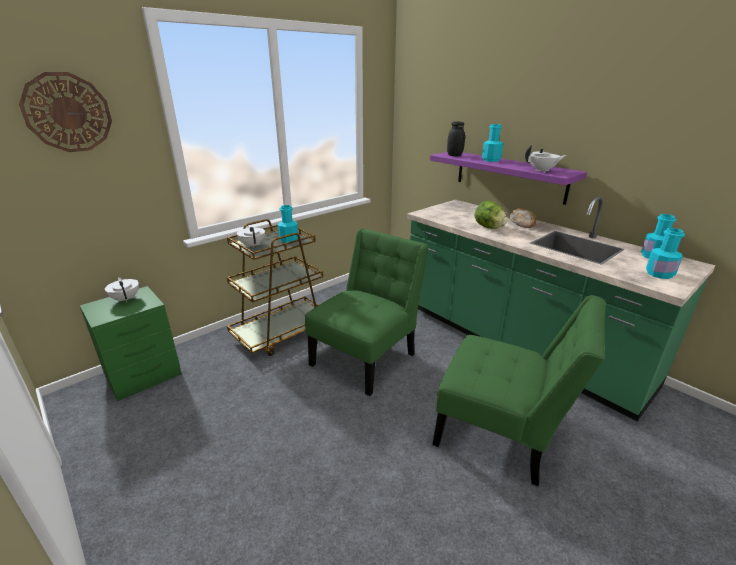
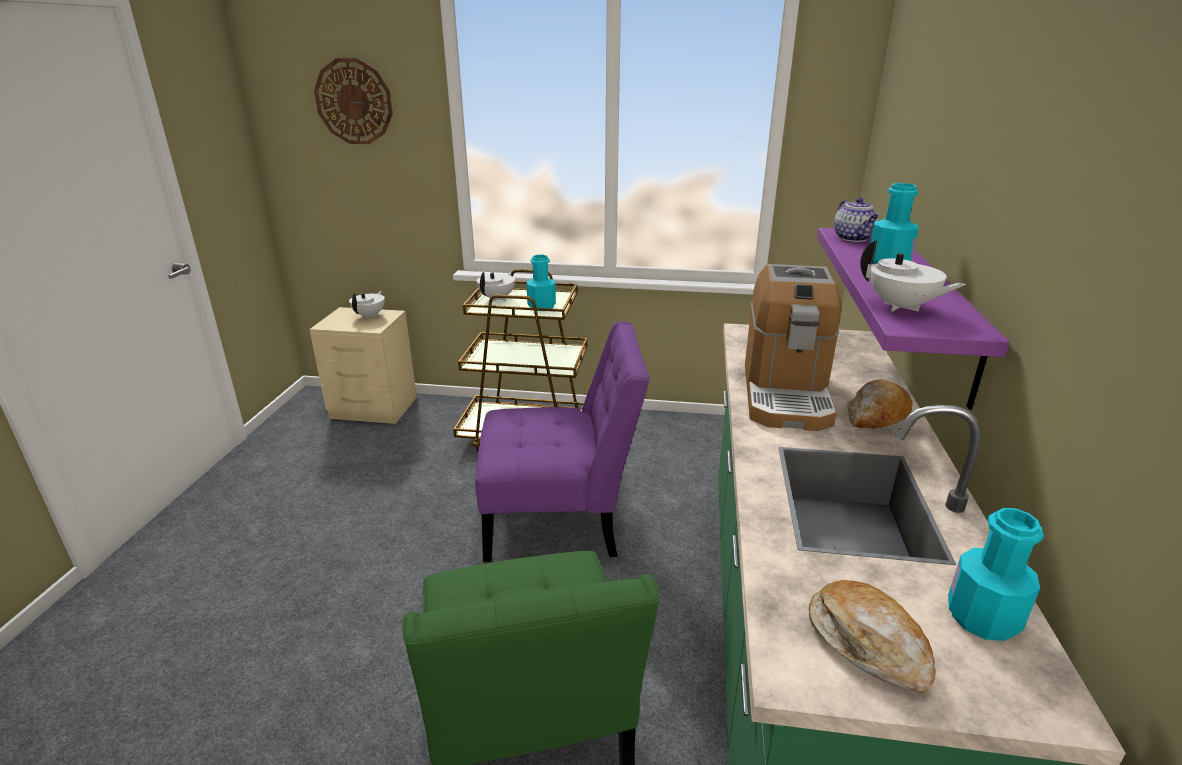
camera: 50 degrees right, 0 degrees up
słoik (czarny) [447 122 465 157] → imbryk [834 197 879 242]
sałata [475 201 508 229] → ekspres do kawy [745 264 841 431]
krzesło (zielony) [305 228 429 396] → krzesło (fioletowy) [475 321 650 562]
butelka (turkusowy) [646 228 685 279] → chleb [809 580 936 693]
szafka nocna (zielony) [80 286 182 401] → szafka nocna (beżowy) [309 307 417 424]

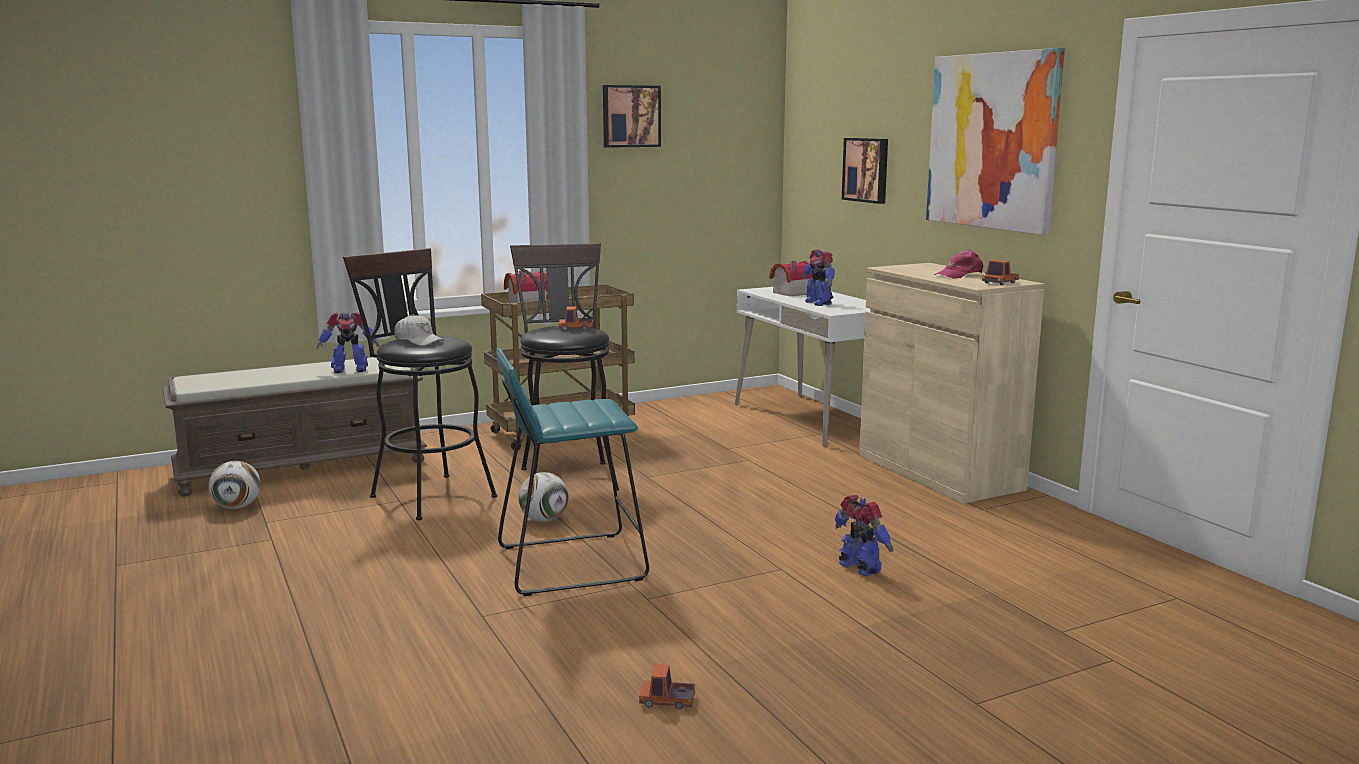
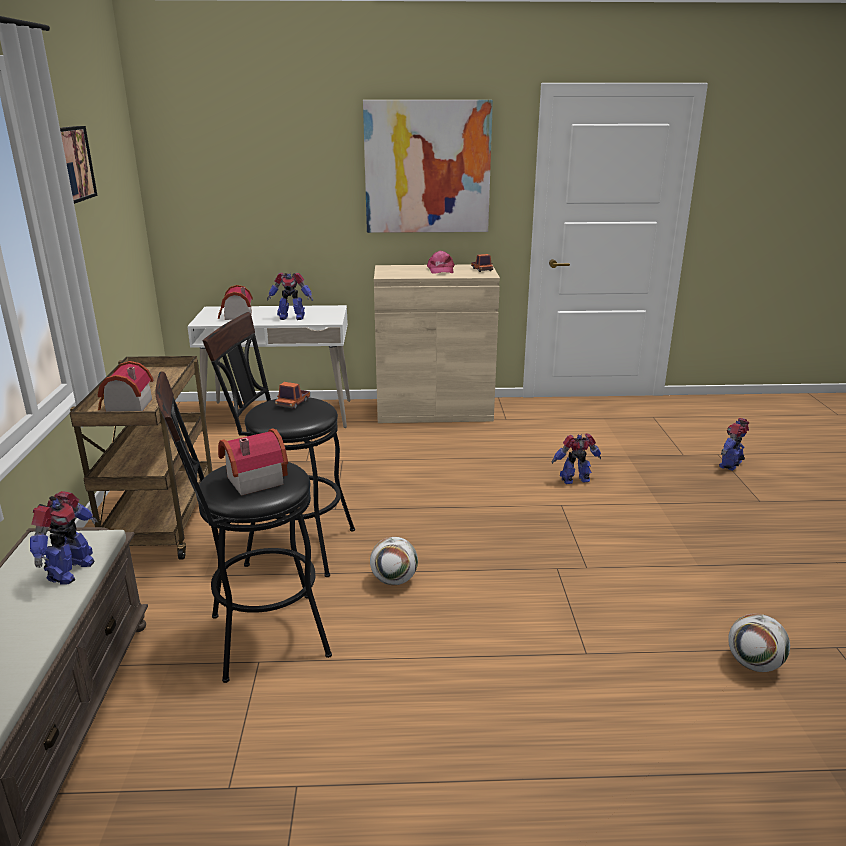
camera: 65 degrees left, 10 degrees up
obraz [842 138 888 204] → -
czapka z daszkiem (biały) [394 314 444 346] → domek [218 428 288 496]
stołek (turkusowy) [496 348 649 596] → -
piłka futbolowa [208 461 261 509] → piłka futbolowa [728 613 790 672], relocated
ciężarówka zabawkowa [639 664 695 709] → -
- → robot zabawkowy [719 418 749 471]

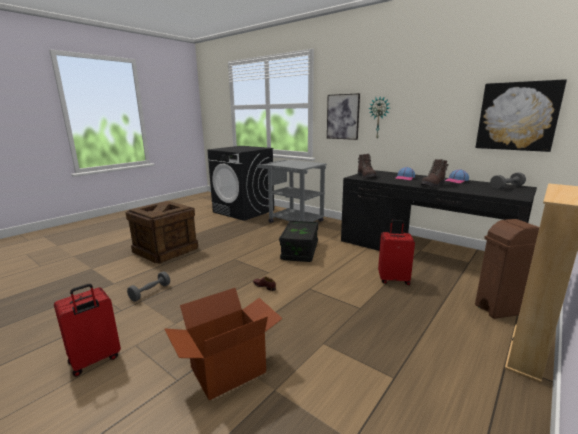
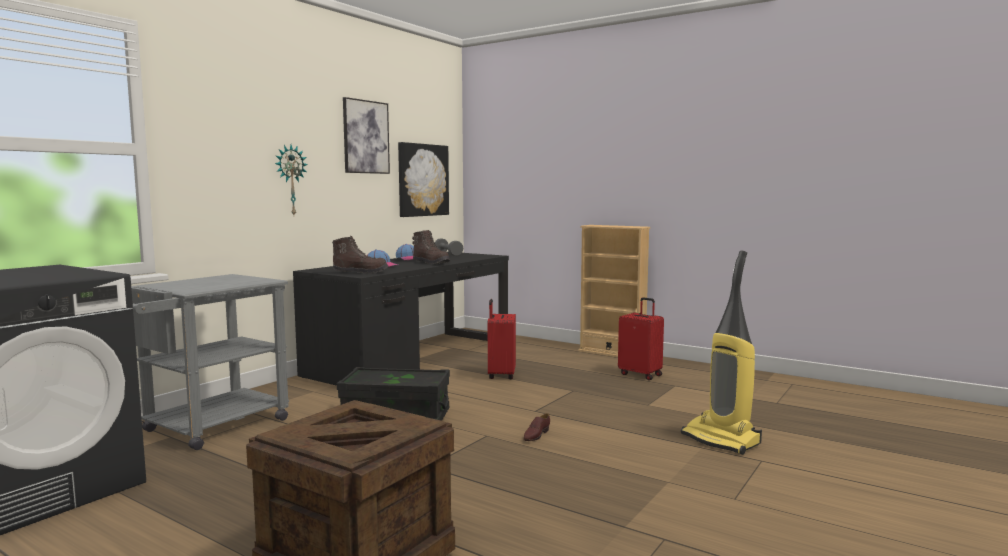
camera: 95 degrees left, 10 degrees down
obraz [327 93 360 140] → obraz [343 97 390 174], relocated
kosz na śmieci (brązowy) [475 219 539 319] → -
hantel (szary) [127 271 170 302] → -
walizka (czerwony) [54 284 121 377] → walizka (czerwony) [618 297 664 380], relocated
karton [164 288 283 400] → odkurzacz [681 251 762 455]

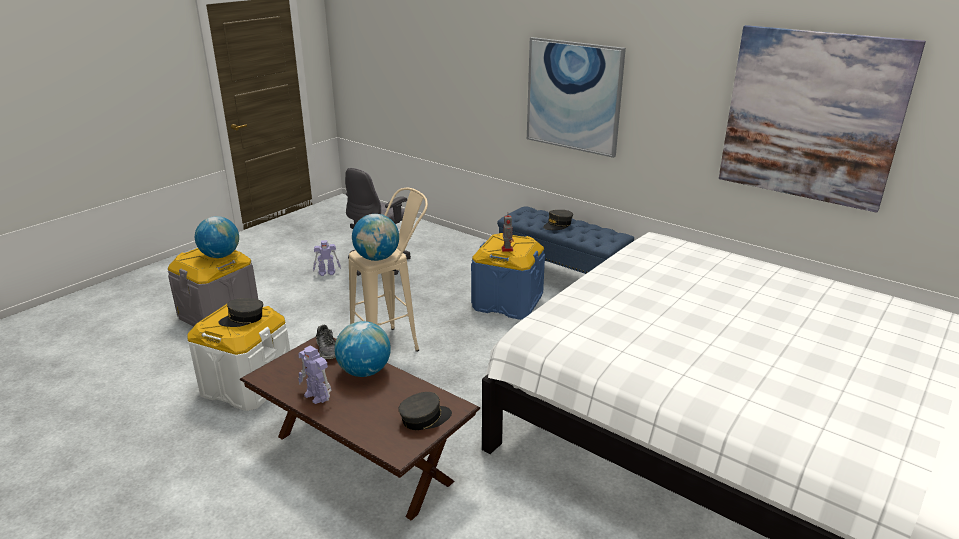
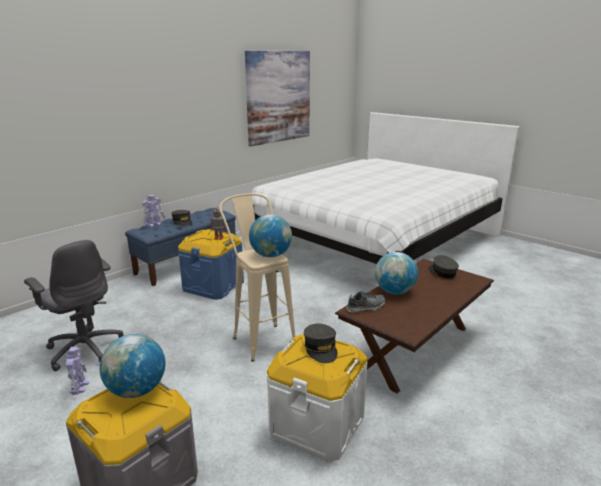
camera: 85 degrees left, 5 degrees down
obraz [527 37 626 158] → -
robot zabawkowy [298 346 332 404] → robot zabawkowy [142 195 165 227], relocated

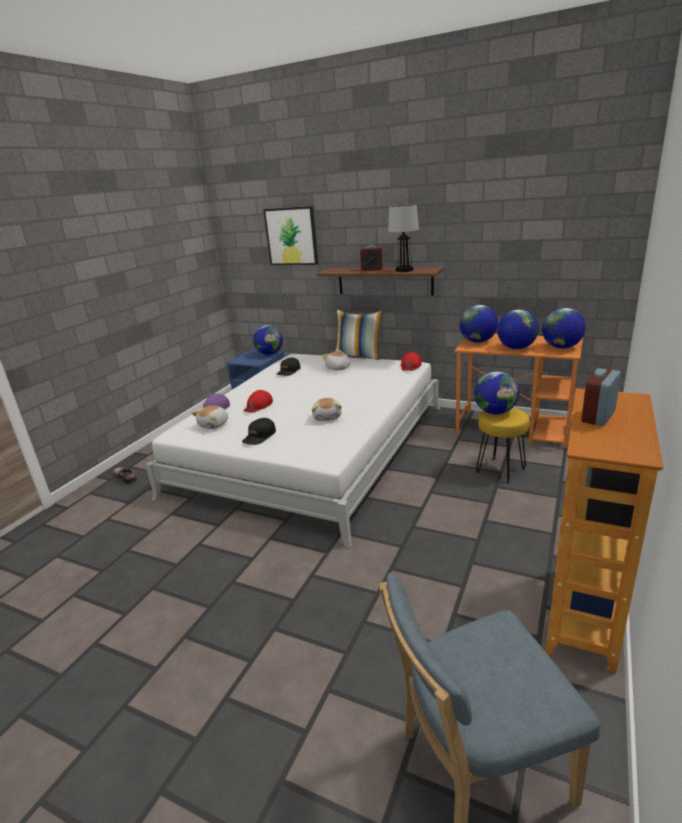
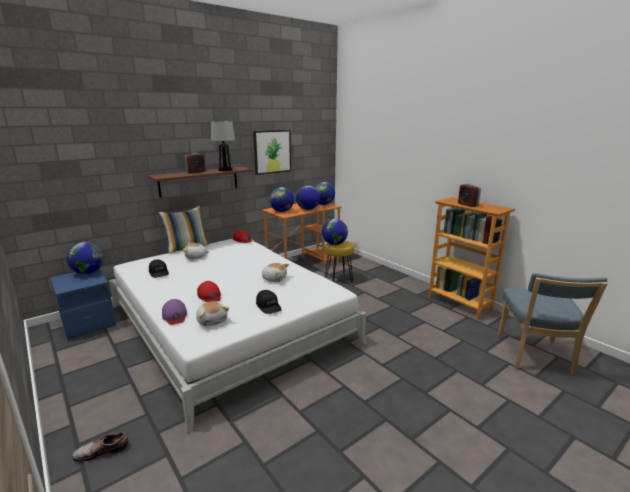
camera: 65 degrees left, 5 degrees down
obraz [263 206 318 265] → obraz [253 130 291 175], relocated

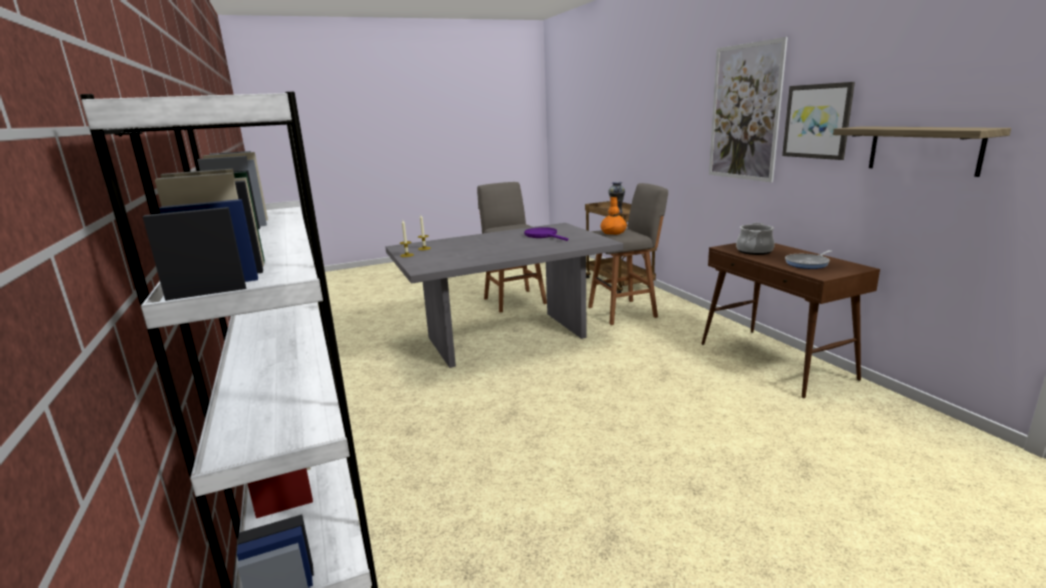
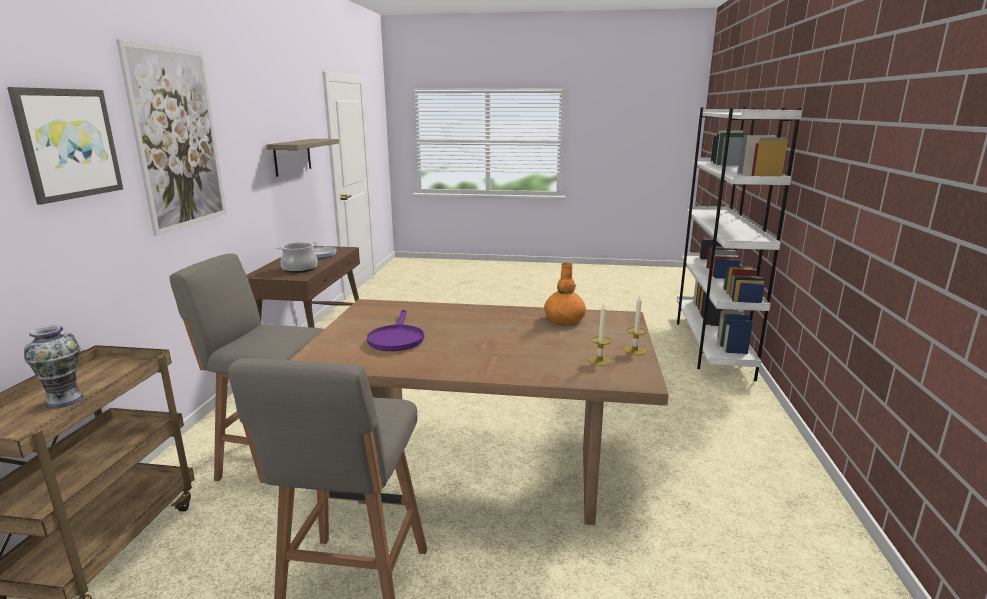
camera: 150 degrees left, 0 degrees up
obraz [782 82 855 160] → obraz [7 87 123 205], relocated
wazon (pomarańczowy) [601 197 627 235] → wazon (pomarańczowy) [544 263 586 323], relocated
stół jadalny (szary) [385 223 623 368] → stół jadalny (brązowy) [290 299 669 525]

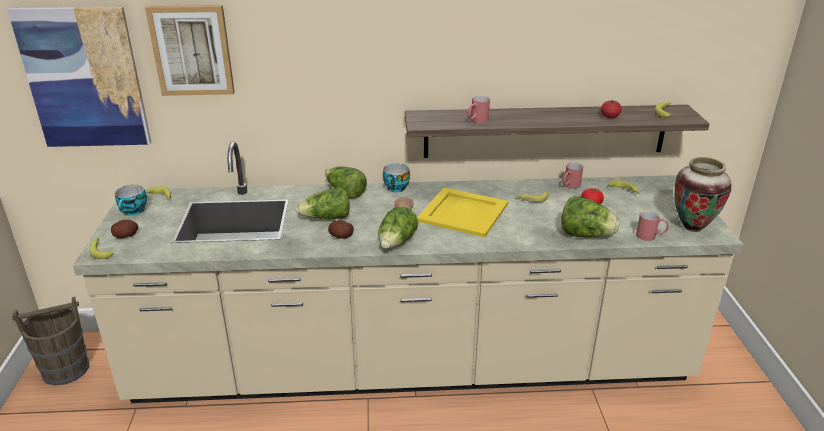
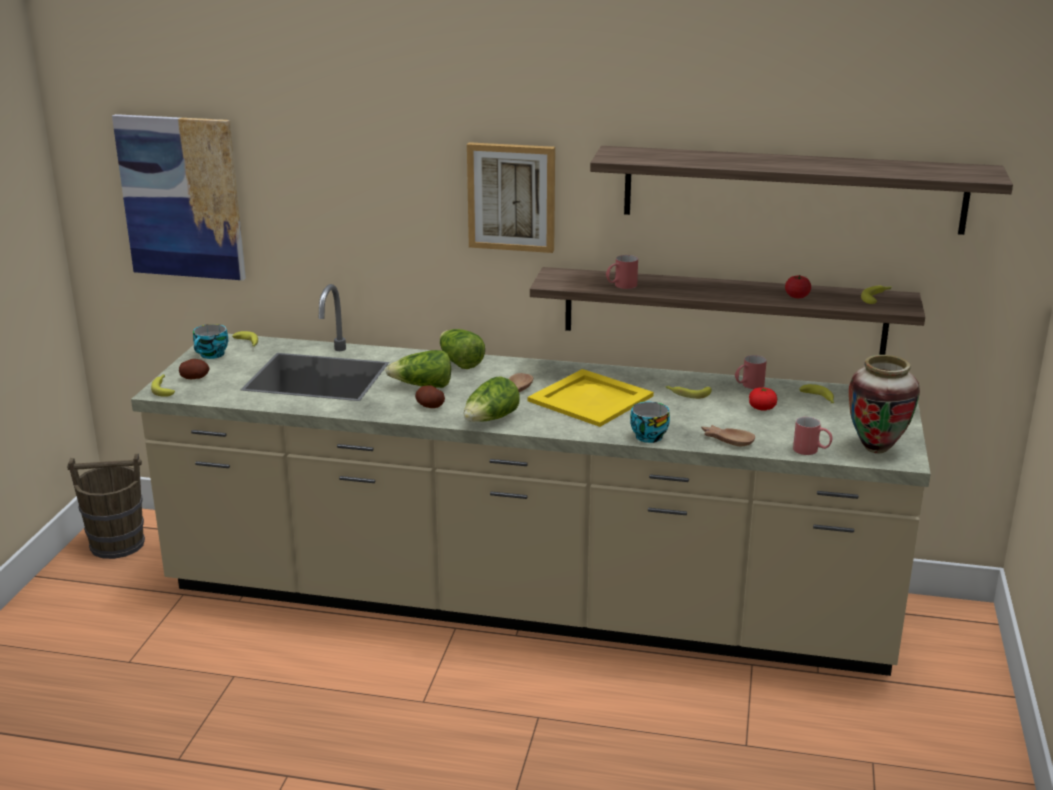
camera: 15 degrees right, 5 degrees down
obraz [145 5 235 96] → obraz [467 142 555 253], relocated
filiżanka [383 163 410 192] → filiżanka [630 402 670 443], relocated
sałata [561 196 620 237] → miska (brązowy) [701 425 755 446]
- → półka [590 146 1013 235]

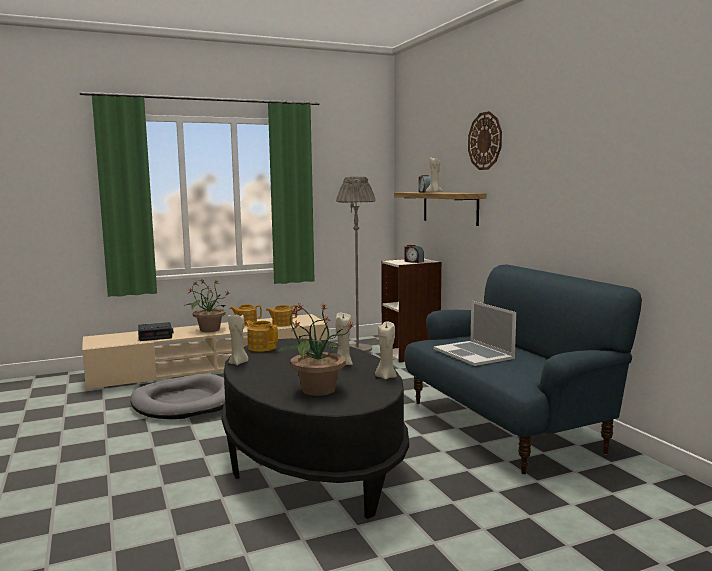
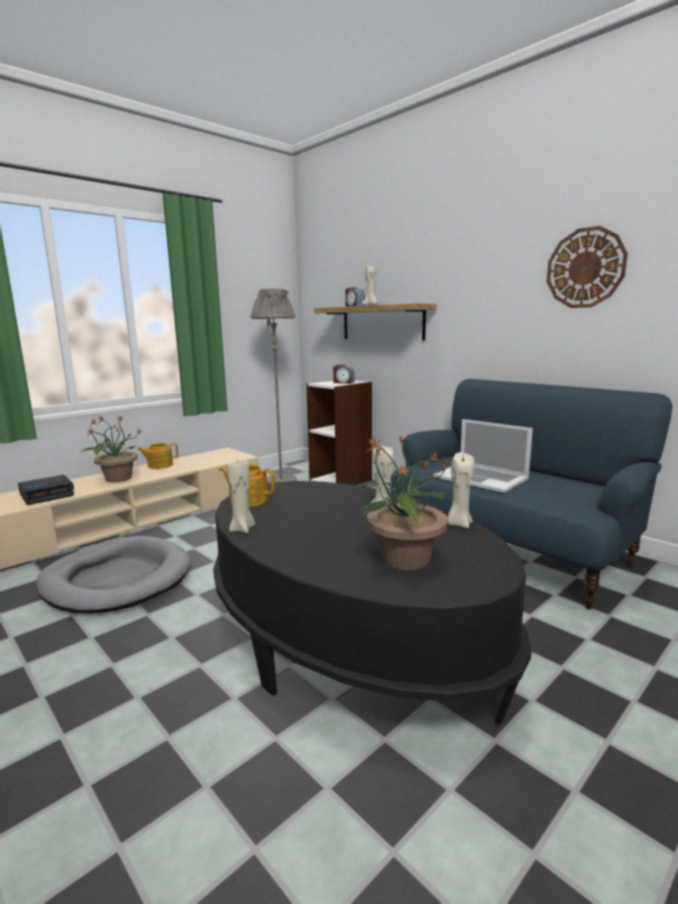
camera: 20 degrees left, 5 degrees up
zegar ścienny [468 111 502 170] → zegar ścienny [547 226 628 308], relocated
imbryk [266 305 297 326] → -

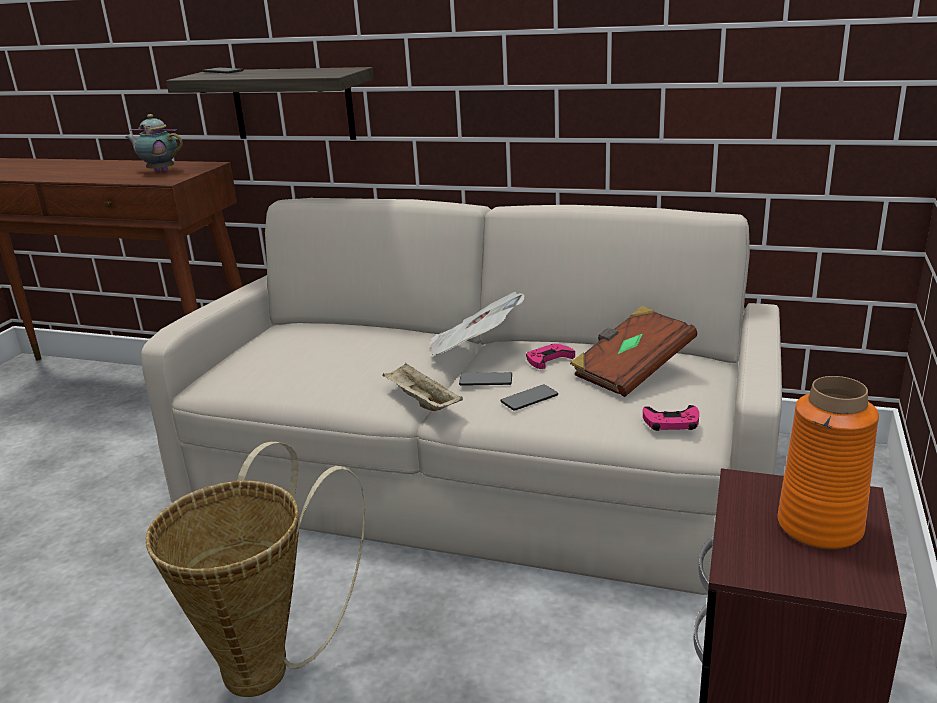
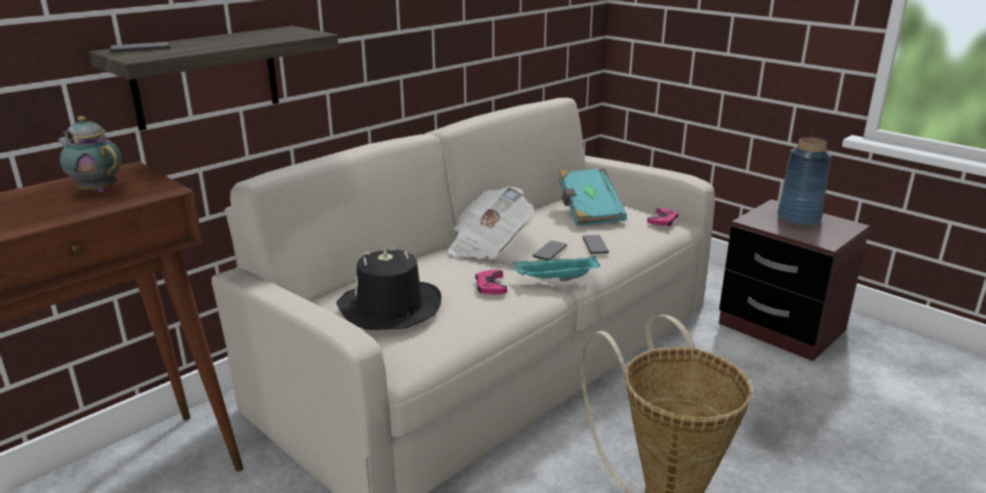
camera: 65 degrees left, 0 degrees up
imbryk [125 114 183 172] → imbryk [58 116 122 193], 75 degrees clockwise
książka (brązowy) [570 306 697 397] → książka (turkusowy) [559 168 627 226]
pad do gier (różowy) [526 344 575 369] → pad do gier (różowy) [475 270 507 294], relocated
taca (beżowy) [383 363 463 411] → taca (turkusowy) [513 255 600 281]
wazon (pomarańczowy) [778 376 879 550] → wazon (niebieski) [777 137 831 226]
- → kapelusz (czarny) [337 247 441 330]

